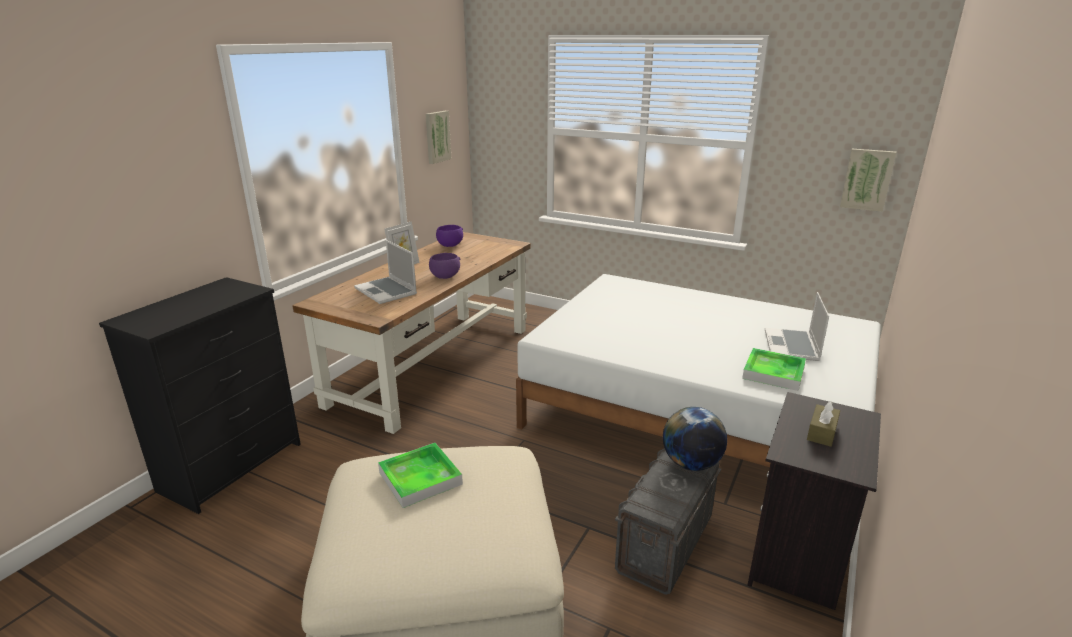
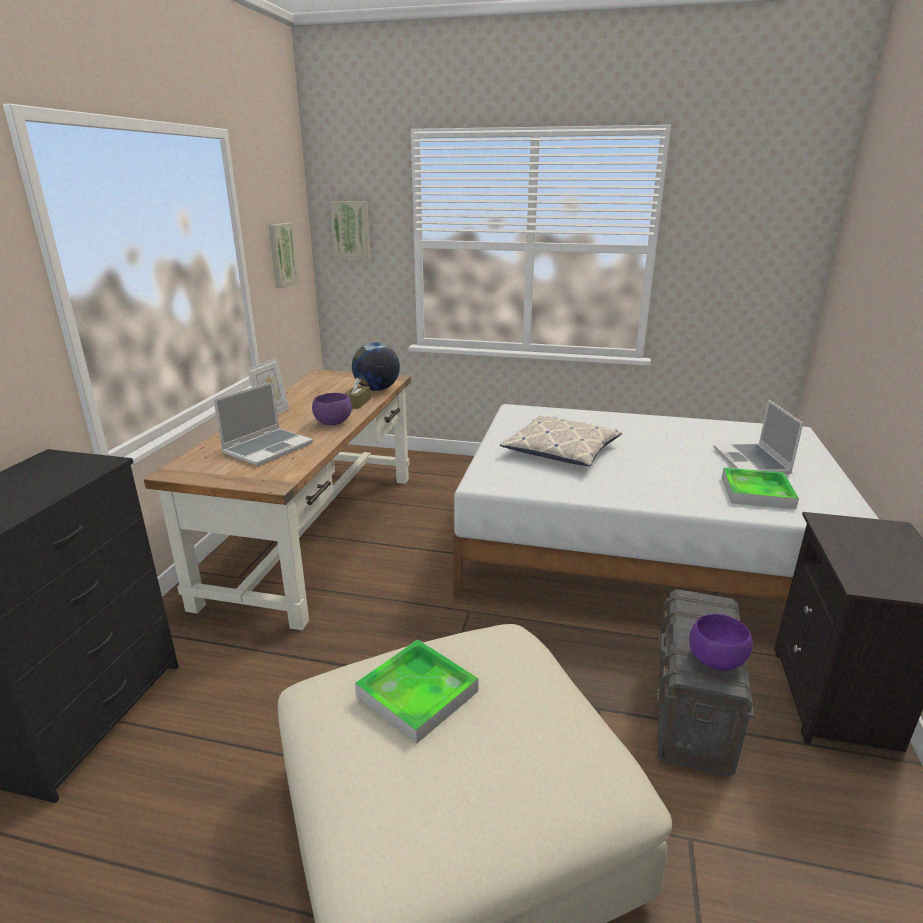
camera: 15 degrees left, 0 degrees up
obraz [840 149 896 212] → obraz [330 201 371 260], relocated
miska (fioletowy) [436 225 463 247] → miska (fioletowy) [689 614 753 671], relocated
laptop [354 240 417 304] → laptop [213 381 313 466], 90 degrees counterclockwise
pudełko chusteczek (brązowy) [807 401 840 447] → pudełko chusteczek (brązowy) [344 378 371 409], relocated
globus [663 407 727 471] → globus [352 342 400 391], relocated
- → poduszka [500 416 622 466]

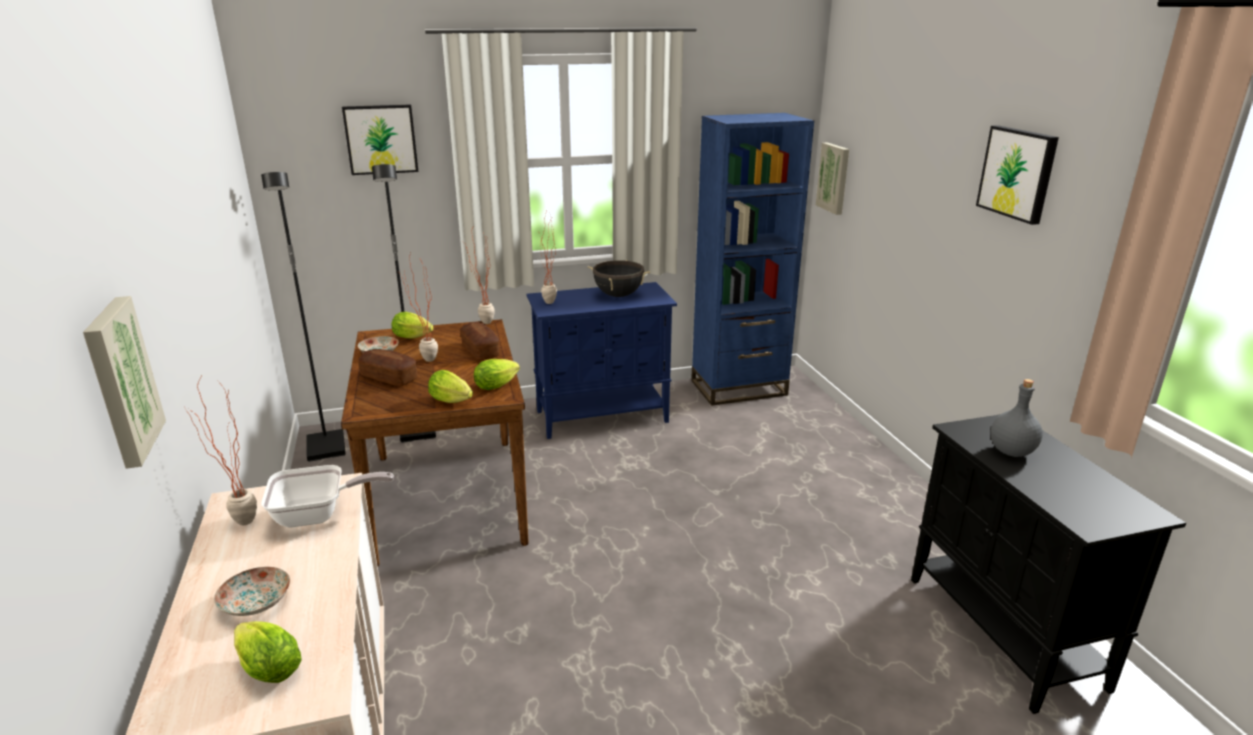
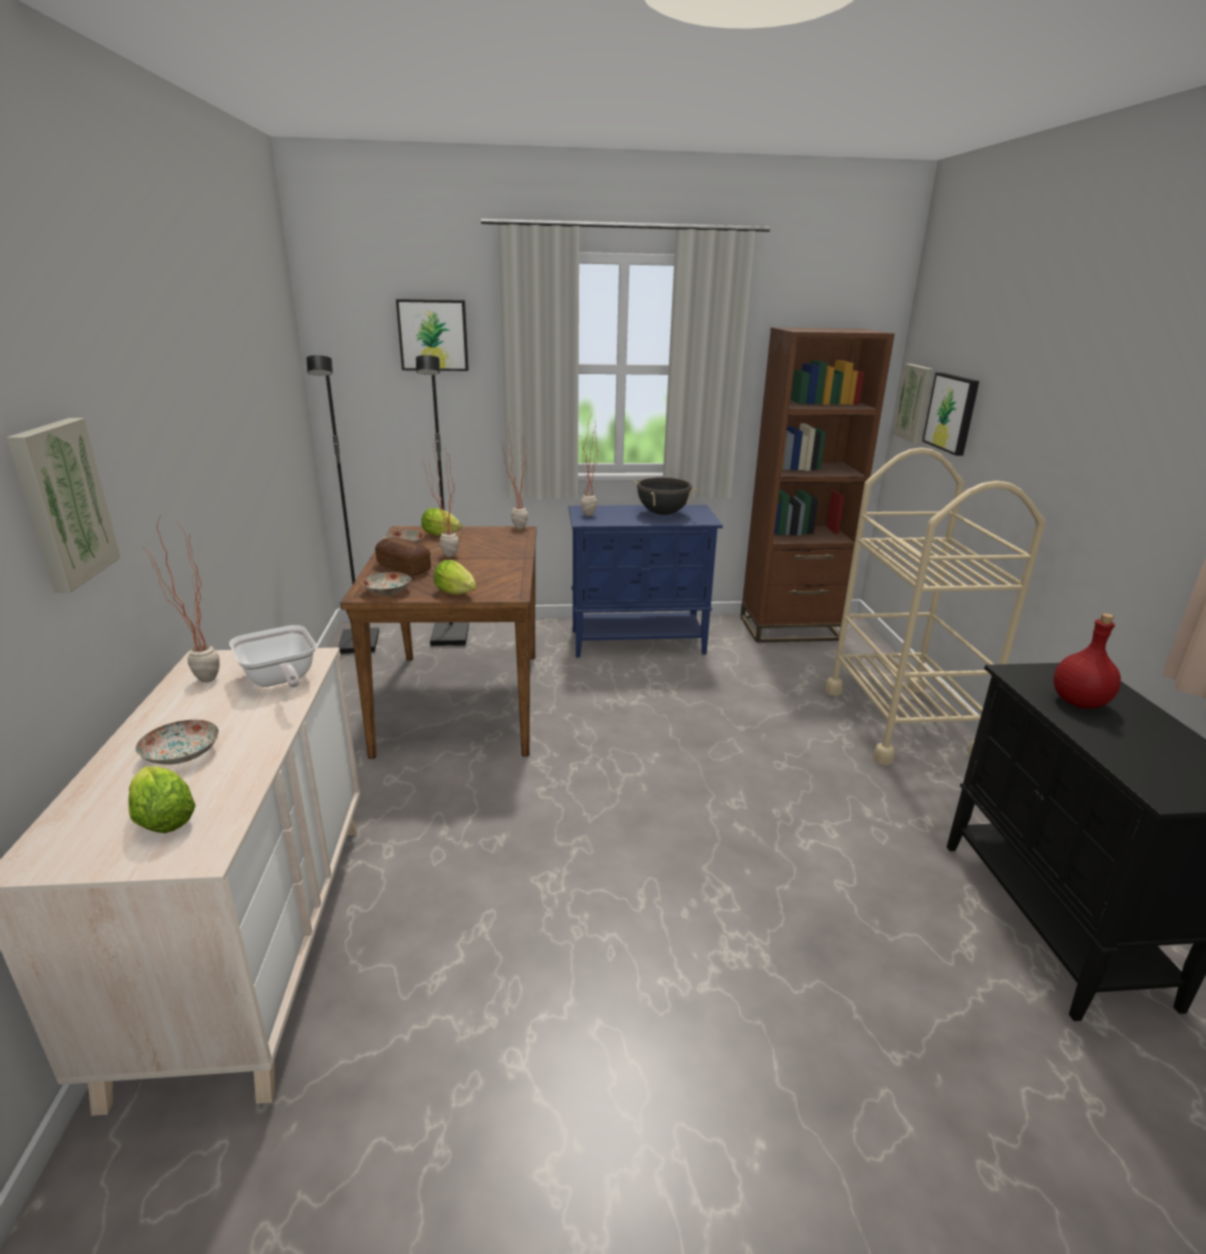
camera: 10 degrees right, 0 degrees up
regał (niebieski) [691 113 814 406] → regał (brązowy) [740 327 895 643]
obraz [976 125 1059 225] → obraz [922 372 979 456], relocated
chleb [460 322 499 360] → -
sałata [474 359 520 390] → -
butelka (szary) [990 379 1043 457] → butelka (czerwony) [1053 613 1121 709]
patelnia [261 465 394 527] → patelnia [229 625 316 688], 60 degrees clockwise
- → wózek (beżowy) [825 448 1046 765]
- → talerz [362 572 411 595]

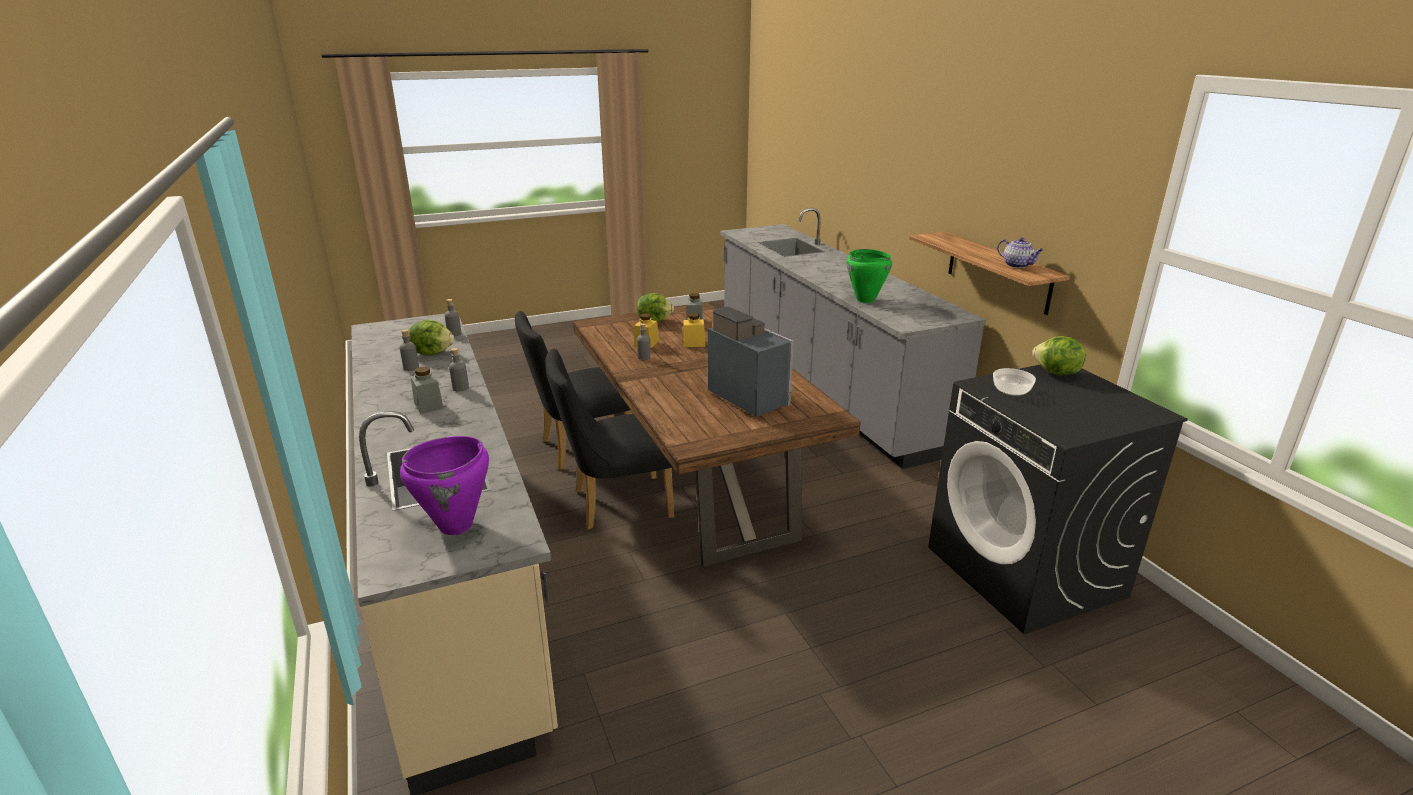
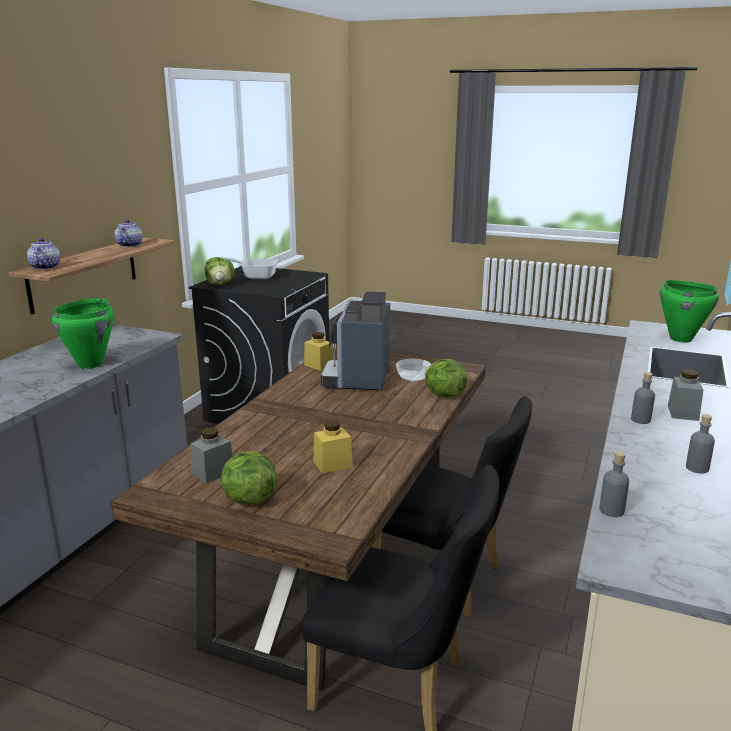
camera: 135 degrees left, 5 degrees down
słoik (żółty) [683 313 705 347] → słoik (żółty) [304 332 334 371], relocated
sałata [408 319 454 356] → sałata [425 359 468 397], relocated
butelka (szary) [637 323 651 360] → -
miska [993 368 1036 396] → miska [396 359 431 382], relocated
garnek (fioletowy) [400 436 489 535] → garnek (zielony) [660 280 719 343]
- → imbryk [27 238 60 270]
- → patelnia [222 257 278 279]

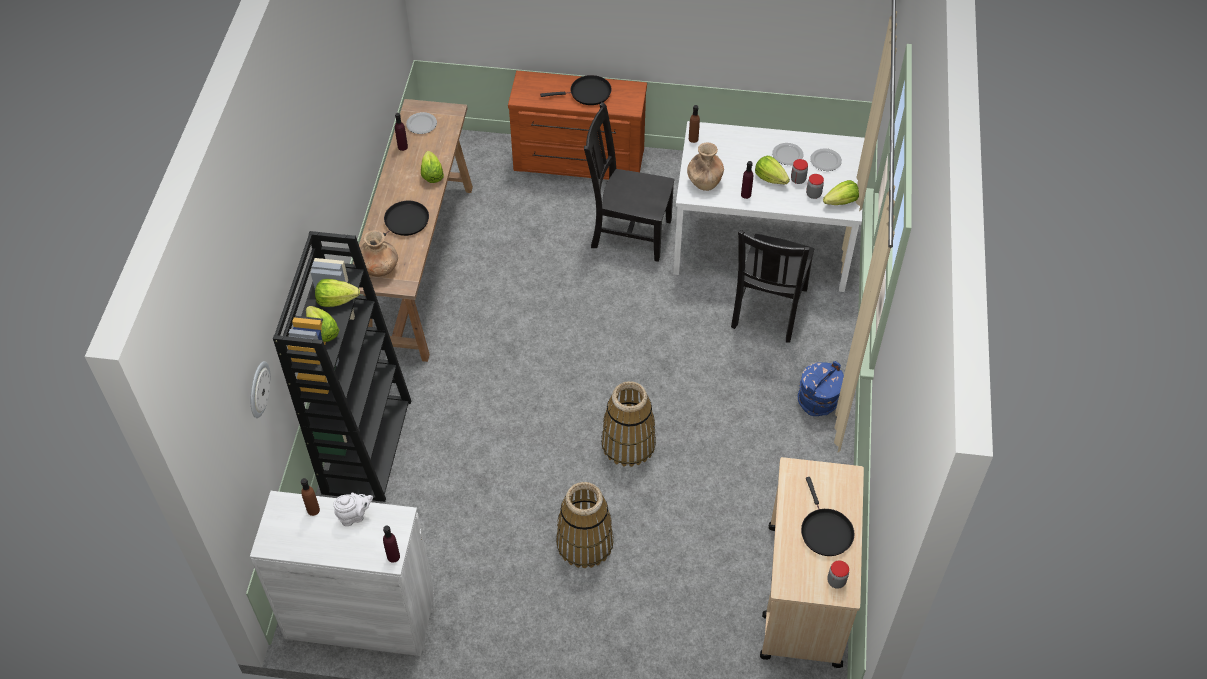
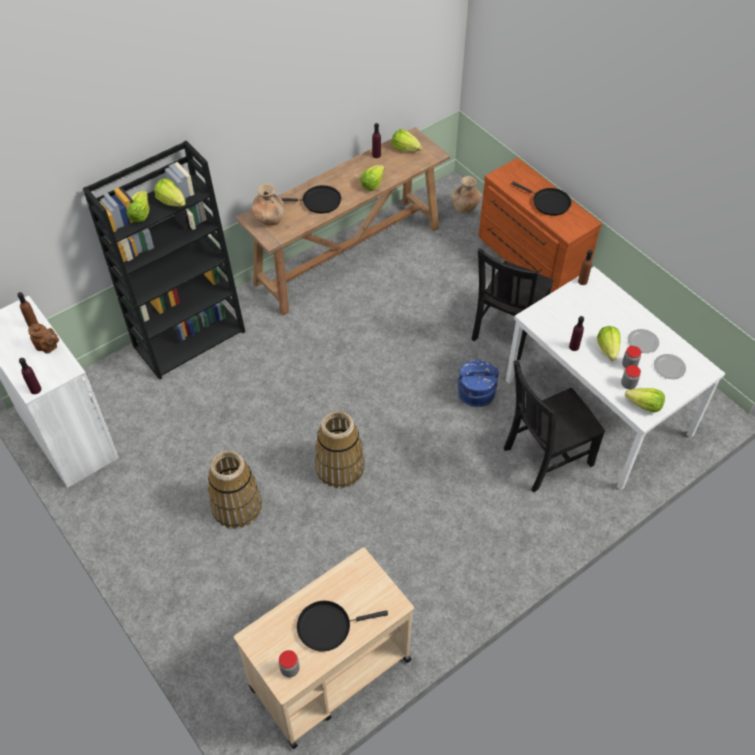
camera: 45 degrees right, 0 degrees up
krzesło (czarny) [584 102 675 262] → krzesło (czarny) [472 248 554 360], 120 degrees counterclockwise
talerz [406 112 437 134] → sałata [392 129 422 152]
wazon (brązowy) [687 142 724 191] → wazon (brązowy) [451 176 482 213], relocated
zegar ścienny [251 361 271 418] → -
wiadro (niebieski) [798 361 844 416] → wiadro (niebieski) [457 359 499 407], relocated
patelnia (czarny) [801 477 854 556] → patelnia (czarny) [297 601 388 652], 45 degrees clockwise
imbryk (biały) [334 493 373 526] → imbryk (brązowy) [28 324 59 354]

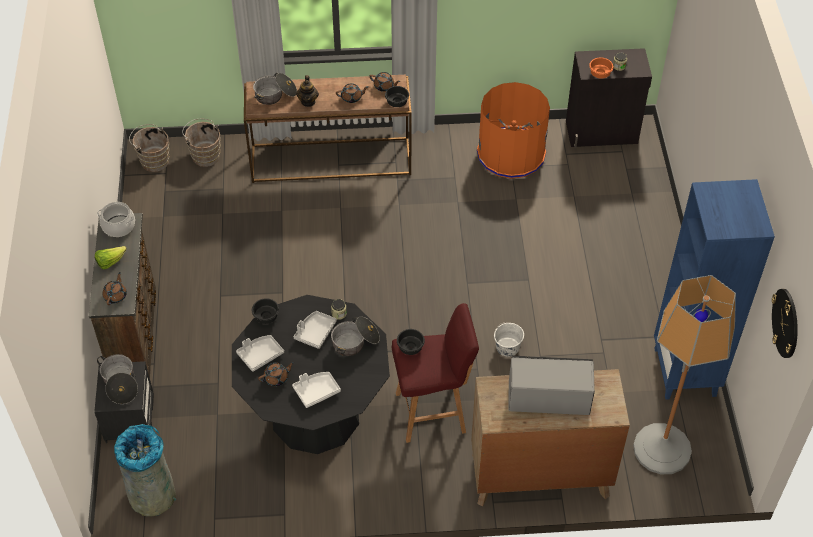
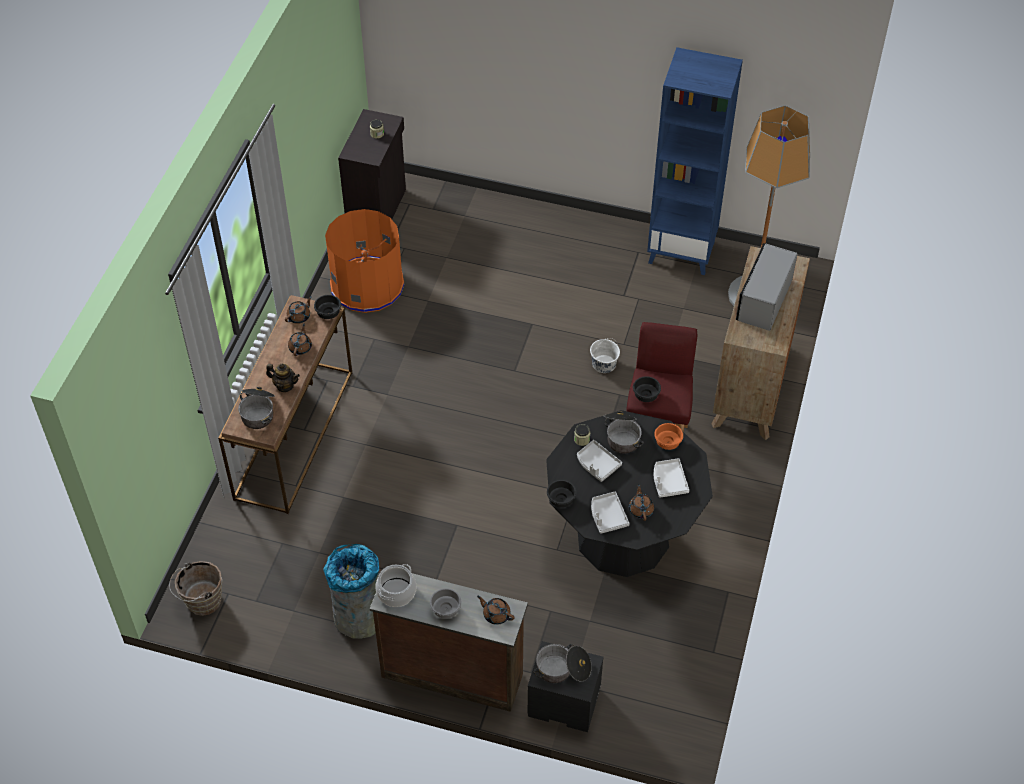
camera: 70 degrees left, 0 degrees up
miska (pomarańczowy) [589 58 613 78] → miska (pomarańczowy) [654 423 683 450], relocated
wiadro (brązowy) [182 119 221 167] → -
sałata [95 246 126 270] → miska (szary) [430 588 461 619]
zegar ścienny [772 289 798 358] → -
kosz na śmieci (szary) [114 424 176 517] → kosz na śmieci (szary) [323 544 379 639], relocated

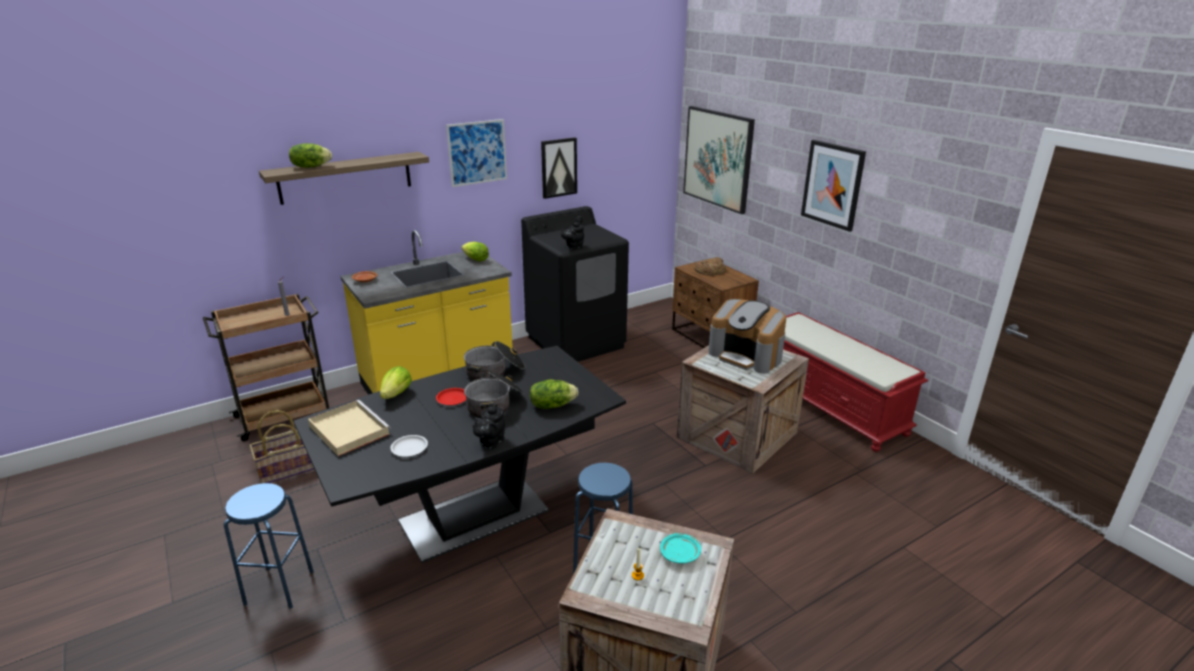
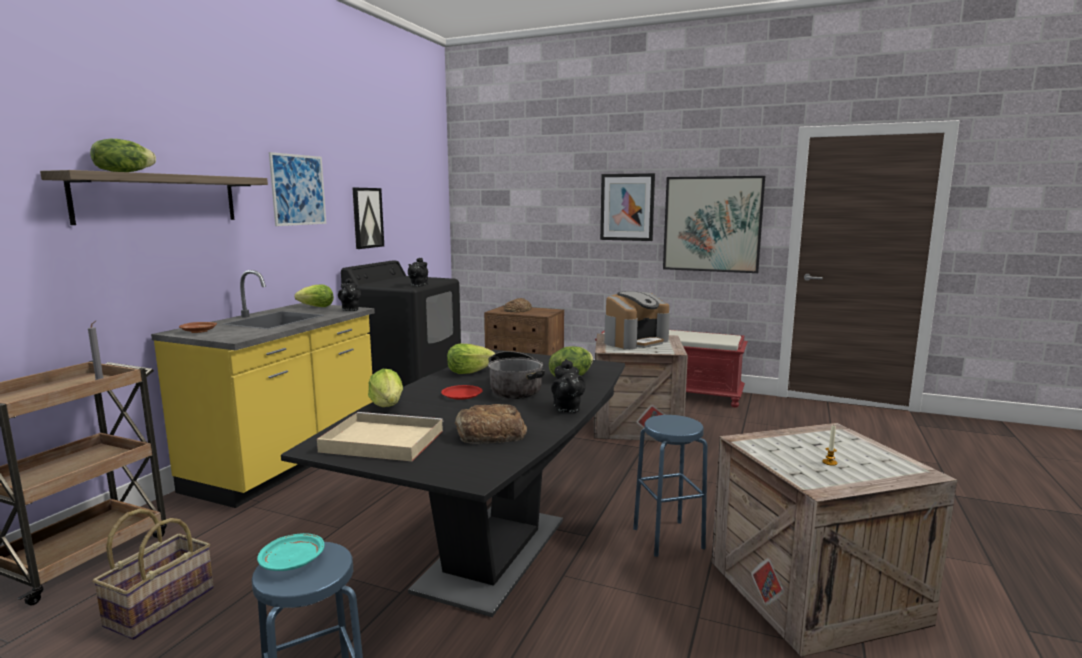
camera: 35 degrees left, 15 degrees down
obraz [683 106 755 214] → obraz [663 176 765 273], relocated
ekspres do kawy [708 299 786 374] → ekspres do kawy [604 291 670 350], 45 degrees counterclockwise
garnek [464 341 525 380] → sałata [447 344 496 374]
talerz (biały) [390 435 428 457] → chleb [455 404 527 444]
talerz (turkusowy) [660 533 701 563] → talerz (turkusowy) [257 533 324 571], relocated
- → imbryk (czarny) [338 278 361 311]

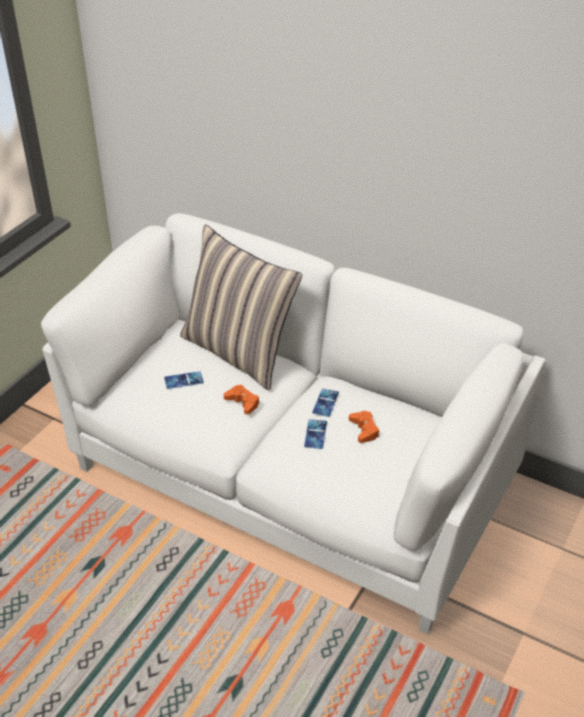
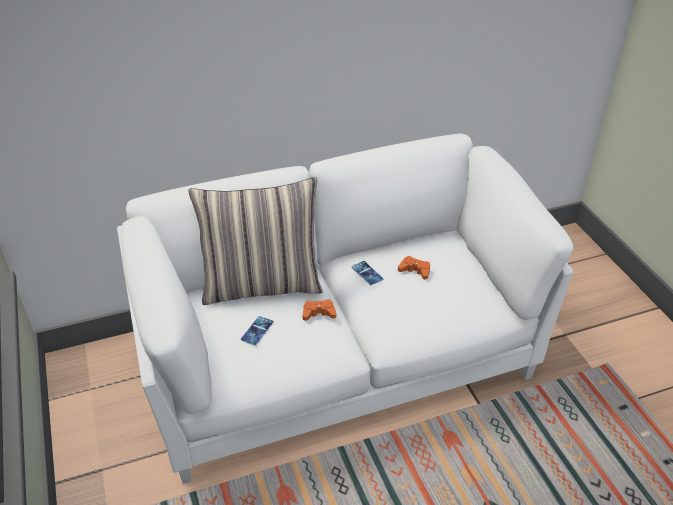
camera: 50 degrees left, 0 degrees up
telefon [304 419 327 449] → -

